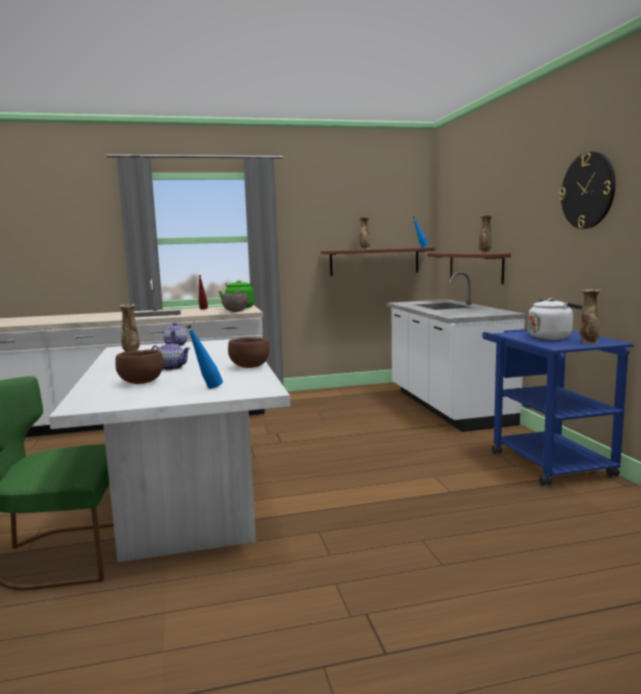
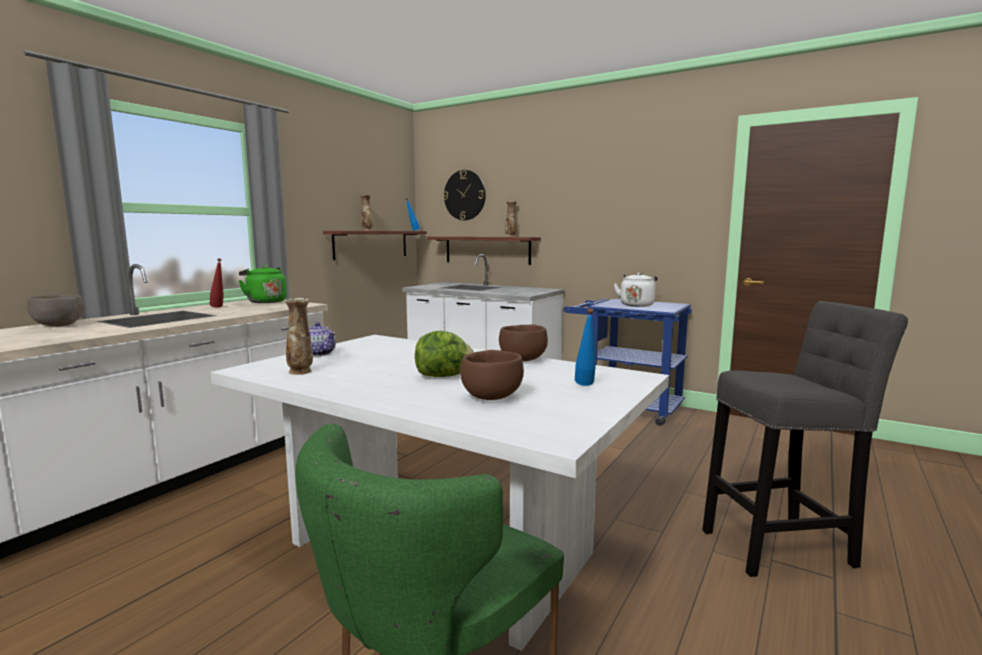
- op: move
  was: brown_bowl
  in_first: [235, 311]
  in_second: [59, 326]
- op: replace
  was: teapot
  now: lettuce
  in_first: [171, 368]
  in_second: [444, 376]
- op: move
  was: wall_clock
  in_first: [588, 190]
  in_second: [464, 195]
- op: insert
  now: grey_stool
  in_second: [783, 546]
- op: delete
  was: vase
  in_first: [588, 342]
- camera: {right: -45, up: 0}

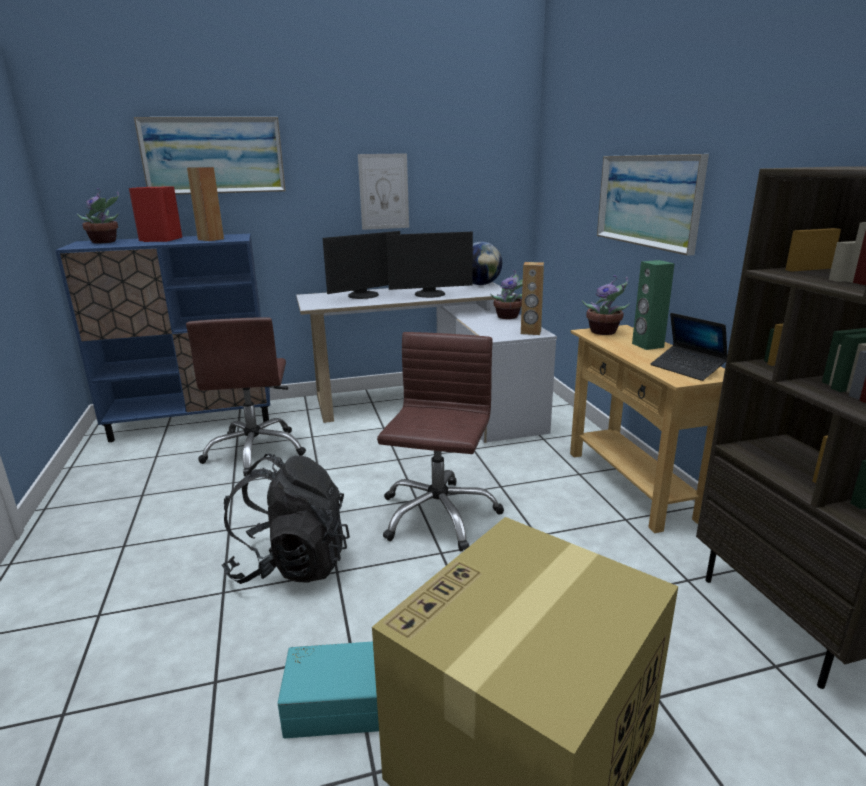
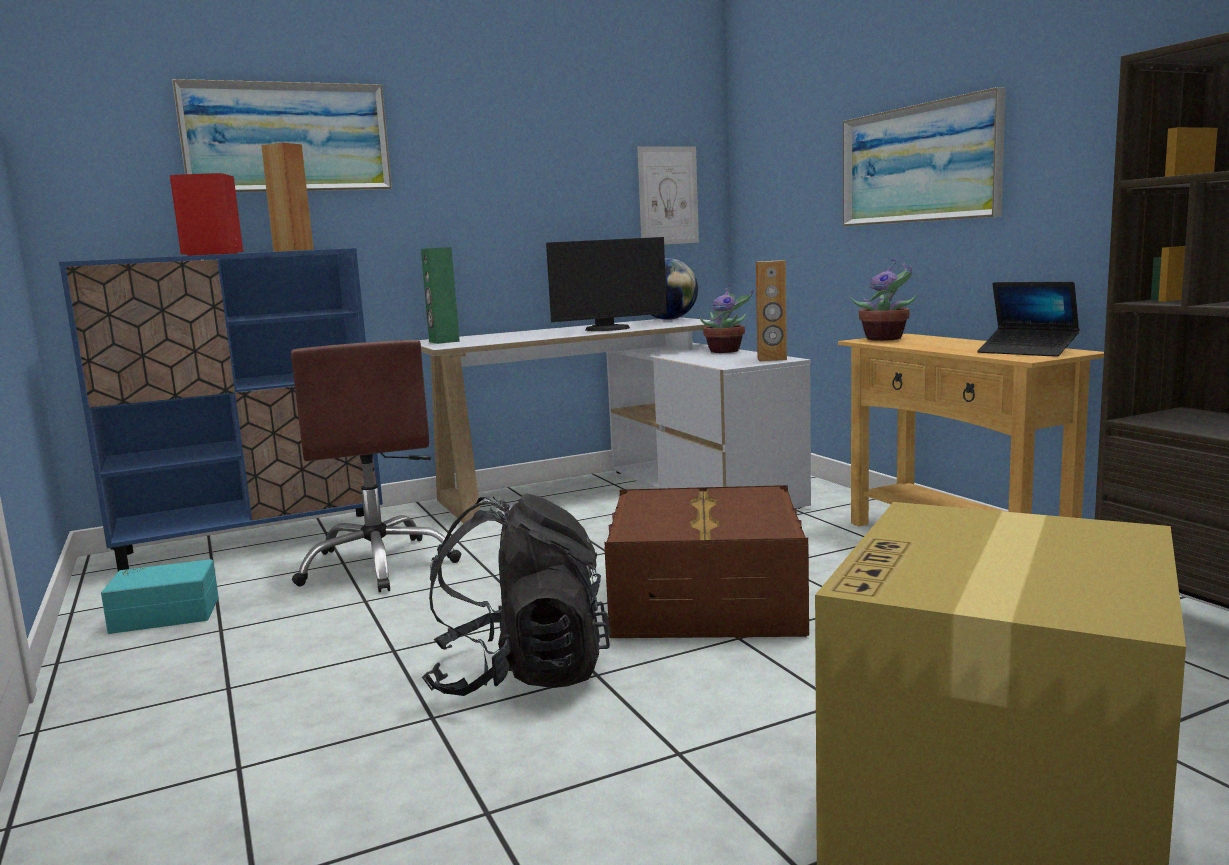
- op: move
  was: turquoise_storage_box
  in_first: [336, 701]
  in_second: [165, 614]
- op: move
  was: green_speaker
  in_first: [647, 345]
  in_second: [443, 341]
- op: replace
  was: brown_office_chair
  now: brown_storage_box
  in_first: [438, 515]
  in_second: [707, 601]
- op: move
  was: picture
  in_first: [384, 192]
  in_second: [668, 195]
- op: delete
  was: potted_plant
  in_first: [105, 242]
- op: delete
  was: monitor
  in_first: [364, 296]
- camera: {right: -10, up: -10}

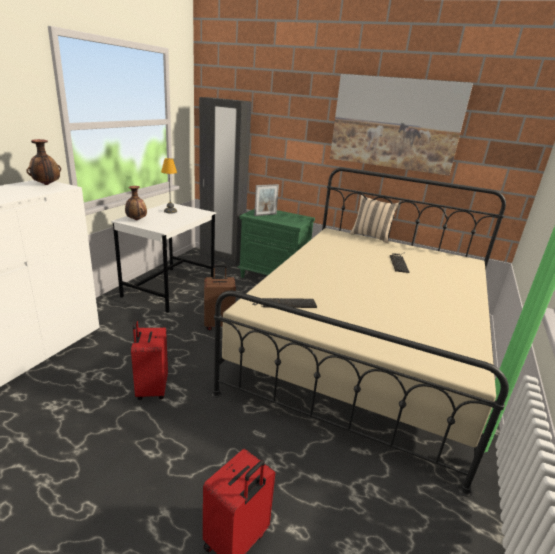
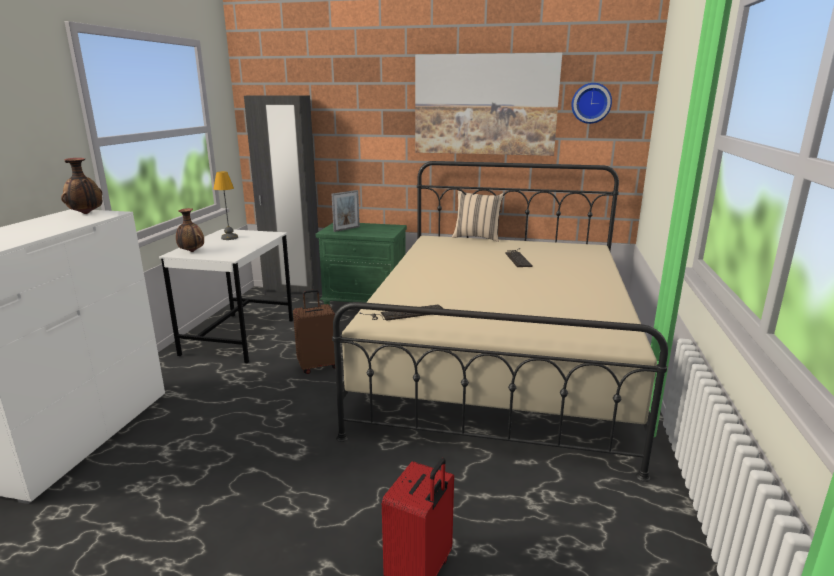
- op: insert
  now: wall_clock
  in_second: [591, 103]
- op: delete
  was: red_suitcase
  in_first: [151, 389]
- camera: {right: -10, up: -5}

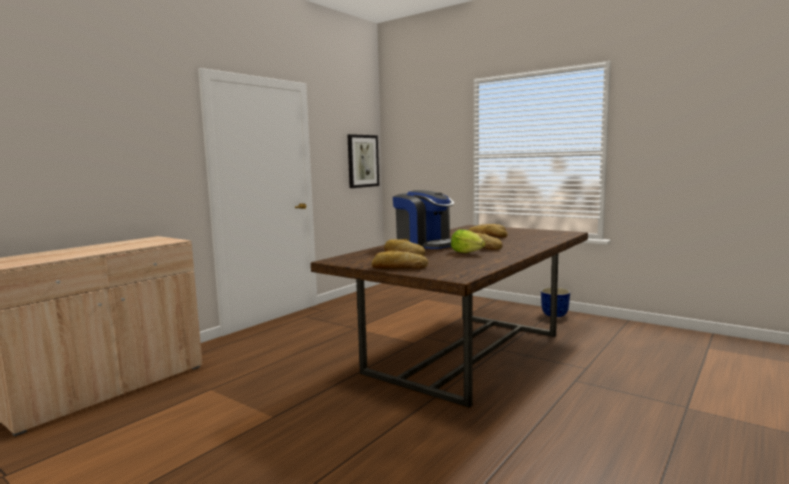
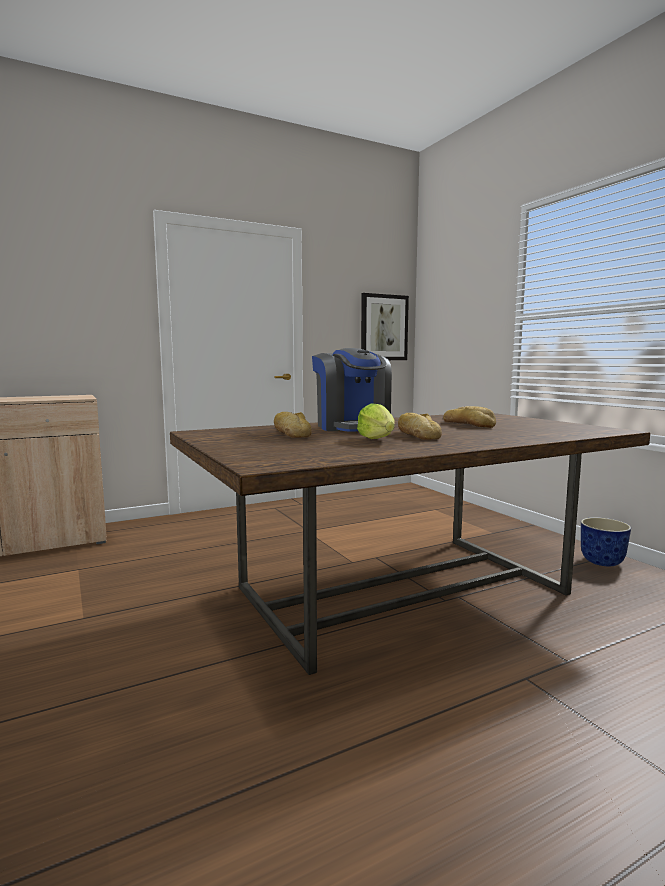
- op: delete
  was: bread
  in_first: [399, 267]
- camera: {right: 25, up: 0}

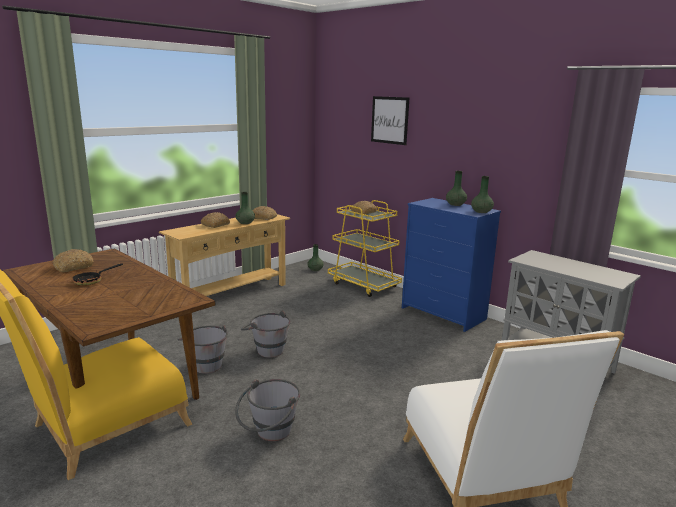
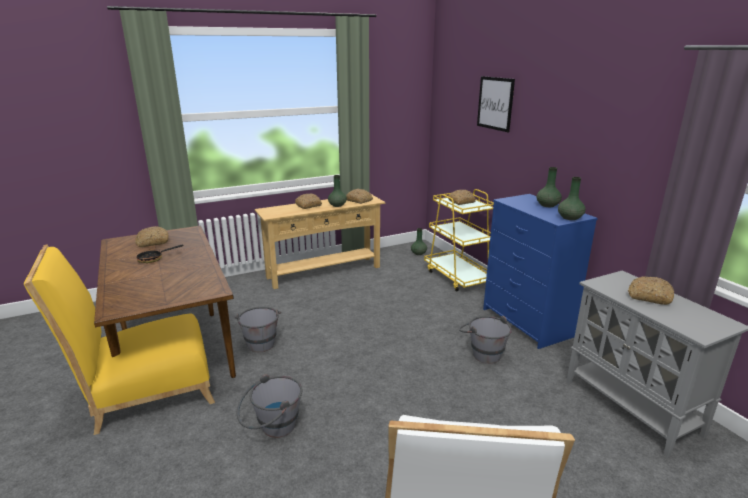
- op: move
  was: grey_bucket
  in_first: [266, 349]
  in_second: [482, 352]
- op: insert
  now: bread
  in_second: [649, 296]
- camera: {right: 20, up: 5}

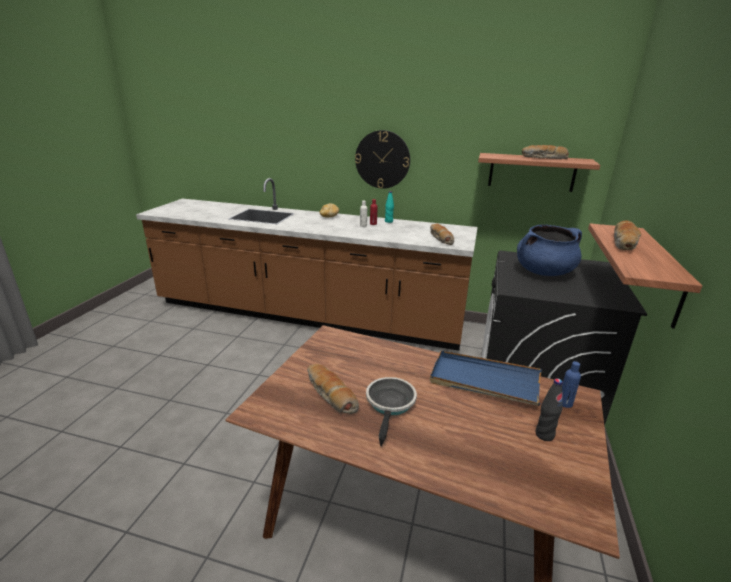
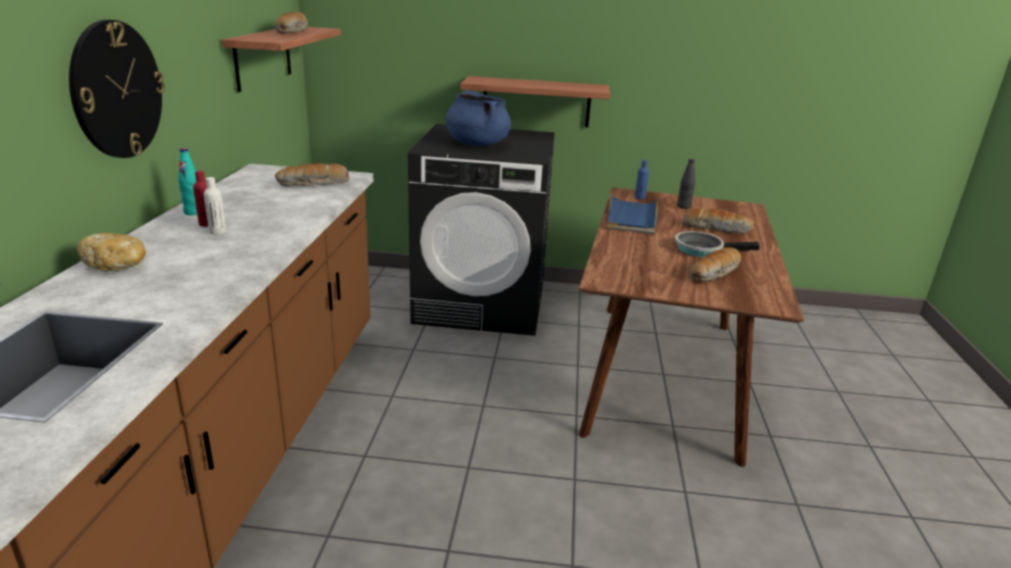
- op: move
  was: bread
  in_first: [624, 243]
  in_second: [716, 228]
- camera: {right: -100, up: 0}

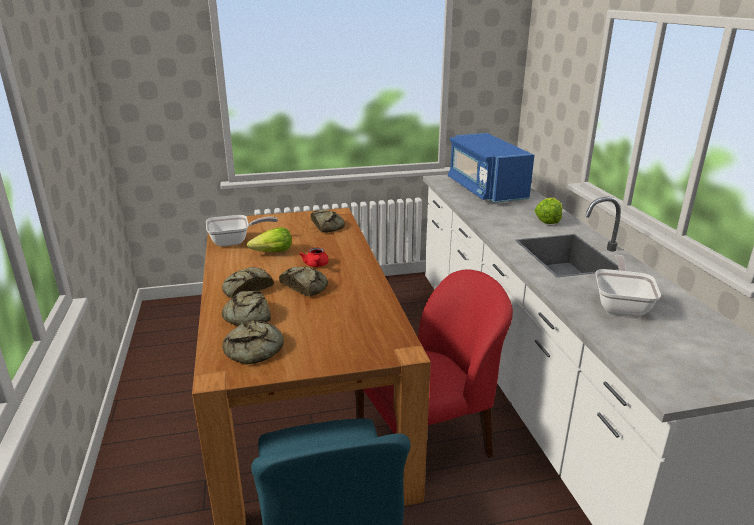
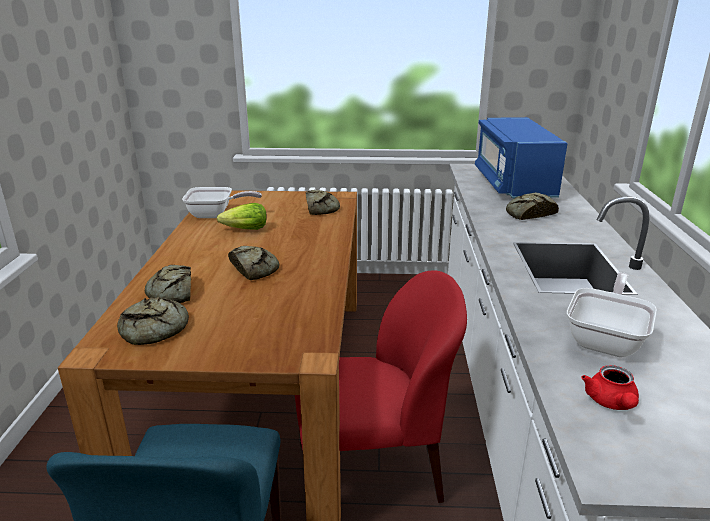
- op: move
  was: bread
  in_first: [246, 288]
  in_second: [529, 213]
- op: move
  was: red_teapot
  in_first: [316, 265]
  in_second: [611, 403]
- op: delete
  was: lettuce
  in_first: [548, 220]
- camera: {right: 15, up: 0}

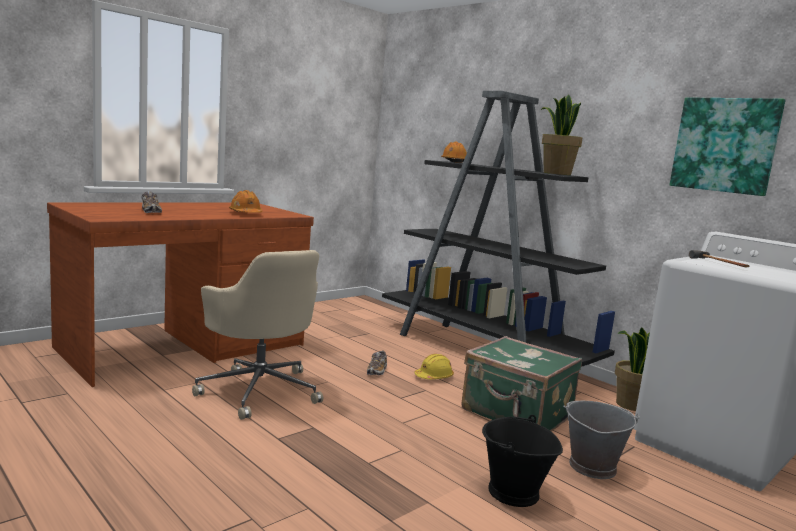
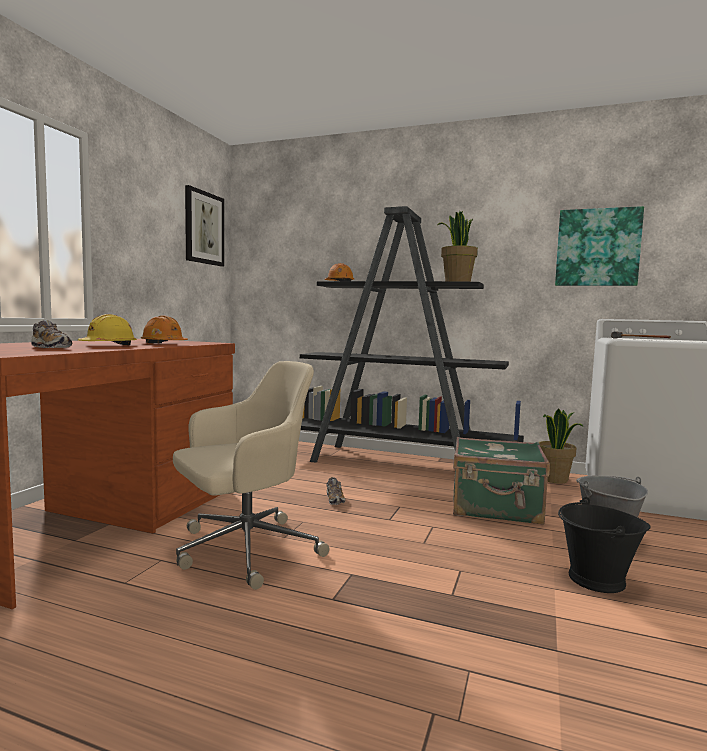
- op: move
  was: yellow_hard_hat
  in_first: [434, 377]
  in_second: [108, 346]
- op: rotate
  was: beige_office_chair
  in_first: [259, 390]
  in_second: [244, 550]
  clockwise: -60
- op: insert
  now: picture
  in_second: [204, 228]
- camera: {right: -25, up: -5}

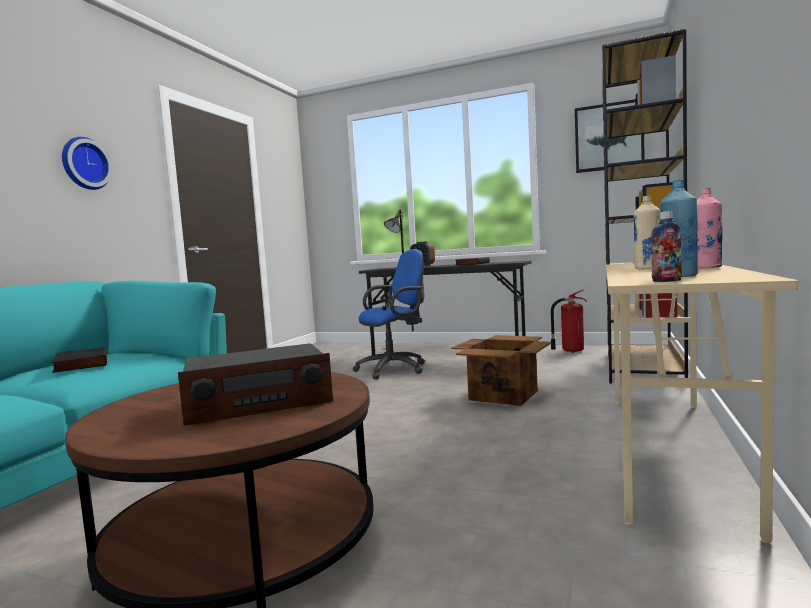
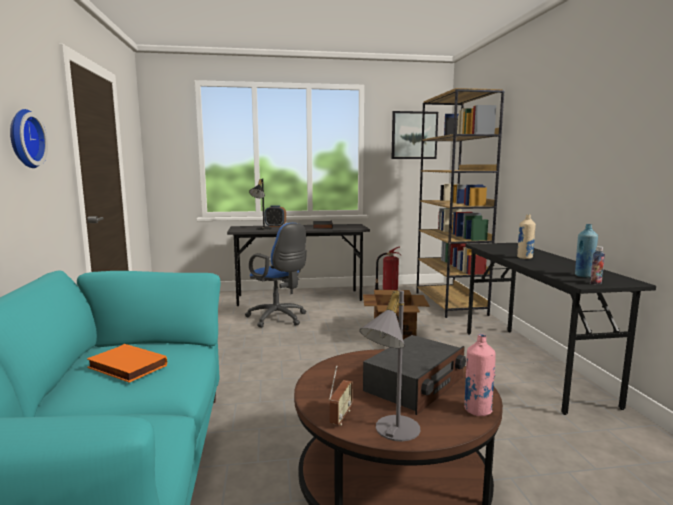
- op: recolor
  was: black_book
  now: orange_book
  in_first: [79, 364]
  in_second: [125, 367]
- op: rotate
  was: blue_office_chair
  in_first: [395, 369]
  in_second: [279, 319]
  clockwise: 105
- op: insert
  now: radio
  in_second: [341, 417]
- op: insert
  now: grey_table_lamp
  in_second: [391, 431]
- op: move
  was: pink_bottle
  in_first: [706, 268]
  in_second: [477, 410]
- op: recolor
  was: beige_desk
  now: black_desk
  in_first: [670, 451]
  in_second: [532, 365]
- camera: {right: -30, up: 5}

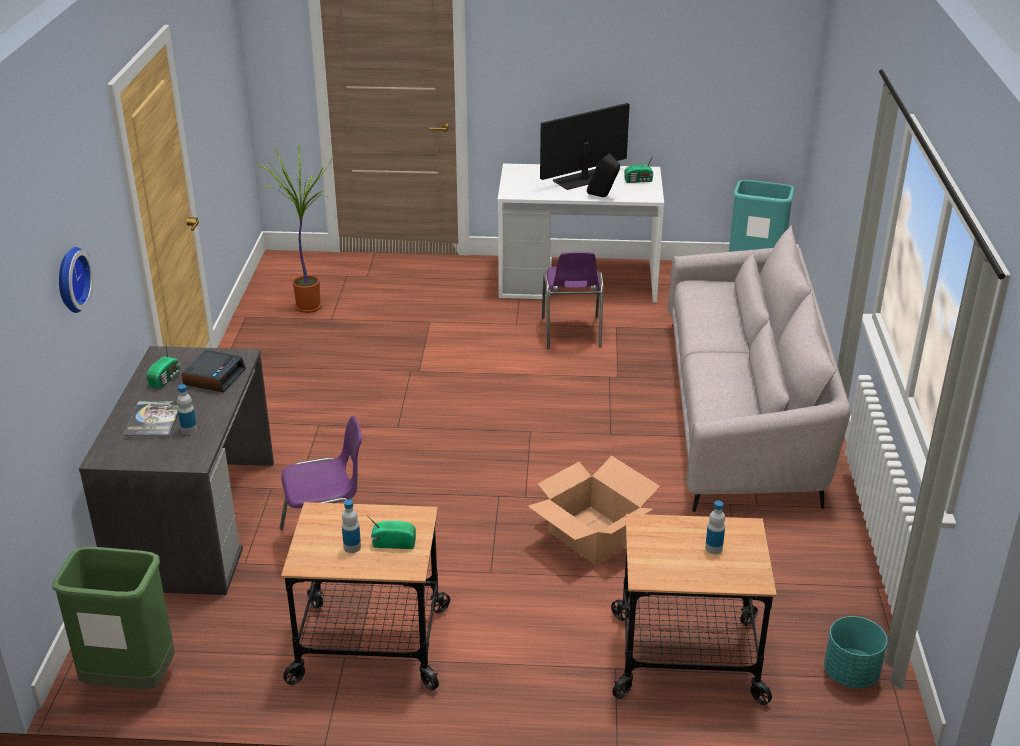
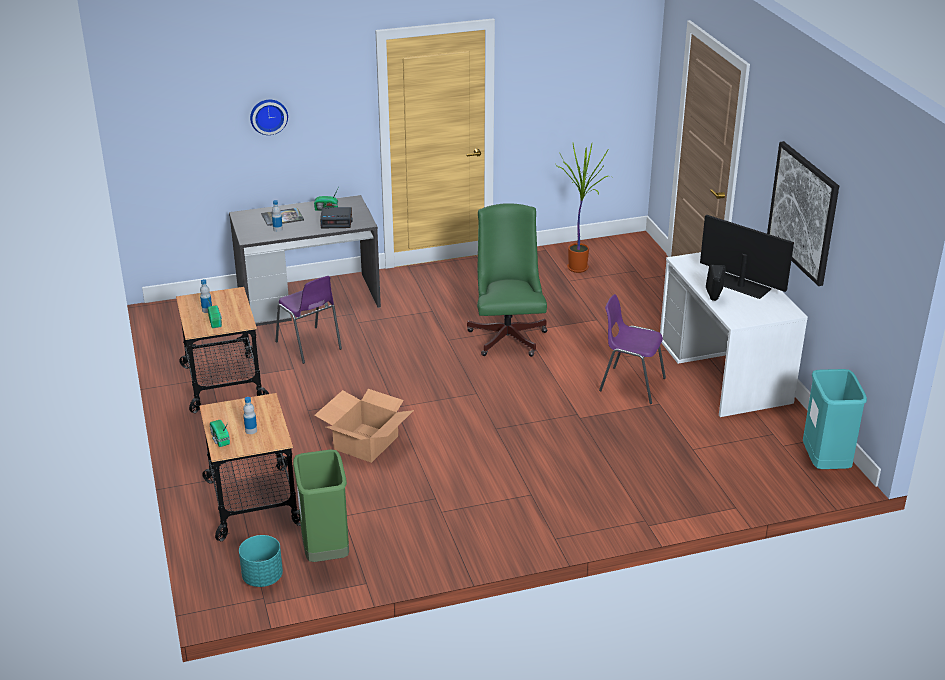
- op: move
  was: radio
  in_first: [639, 181]
  in_second: [219, 439]
- op: move
  was: green_trash_can
  in_first: [130, 681]
  in_second: [325, 552]
- op: insert
  now: green_office_chair
  in_second: [508, 335]
- op: rotate
  was: purple_chair
  in_first: [571, 333]
  in_second: [630, 384]
  clockwise: 45
- op: insert
  now: picture
  in_second: [803, 212]
- op: delete
  was: grey_sofa
  in_first: [743, 410]
- camera: {right: 70, up: 0}

